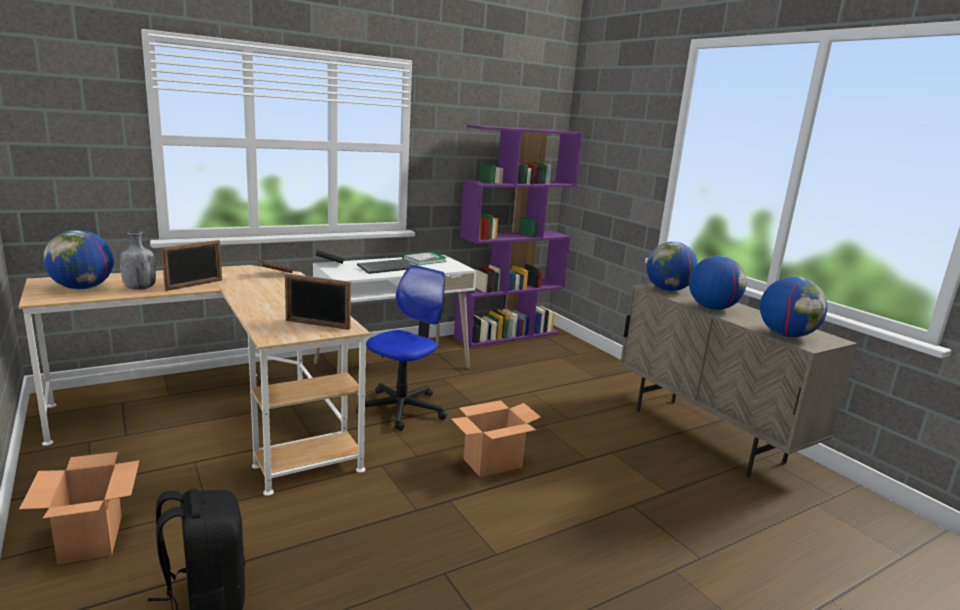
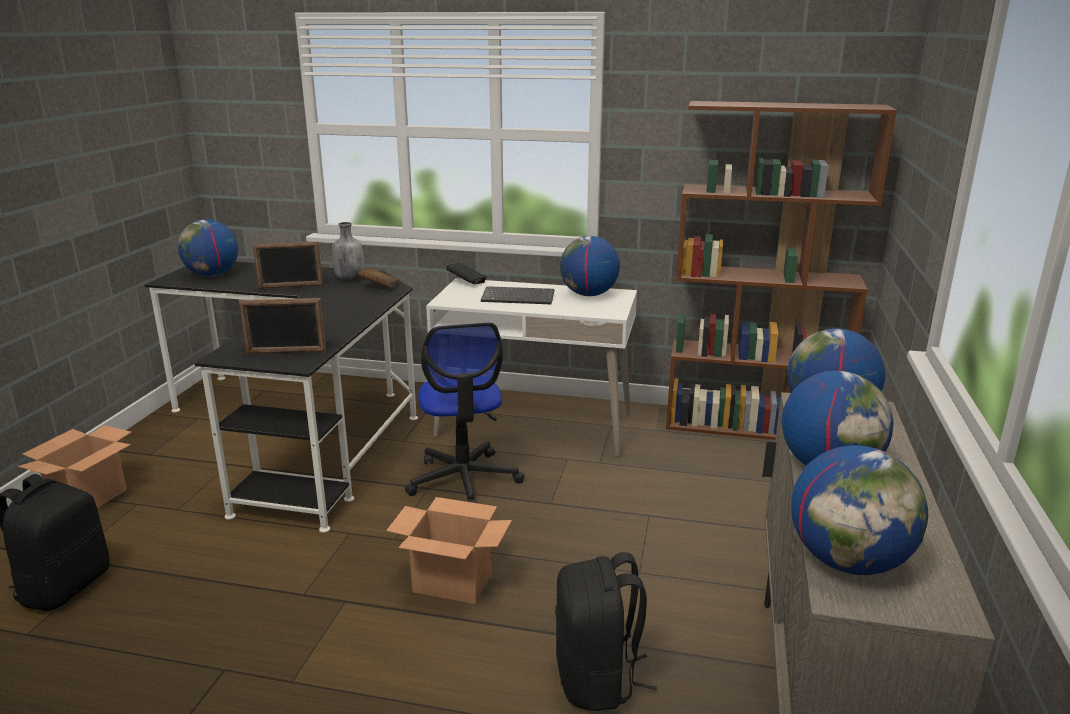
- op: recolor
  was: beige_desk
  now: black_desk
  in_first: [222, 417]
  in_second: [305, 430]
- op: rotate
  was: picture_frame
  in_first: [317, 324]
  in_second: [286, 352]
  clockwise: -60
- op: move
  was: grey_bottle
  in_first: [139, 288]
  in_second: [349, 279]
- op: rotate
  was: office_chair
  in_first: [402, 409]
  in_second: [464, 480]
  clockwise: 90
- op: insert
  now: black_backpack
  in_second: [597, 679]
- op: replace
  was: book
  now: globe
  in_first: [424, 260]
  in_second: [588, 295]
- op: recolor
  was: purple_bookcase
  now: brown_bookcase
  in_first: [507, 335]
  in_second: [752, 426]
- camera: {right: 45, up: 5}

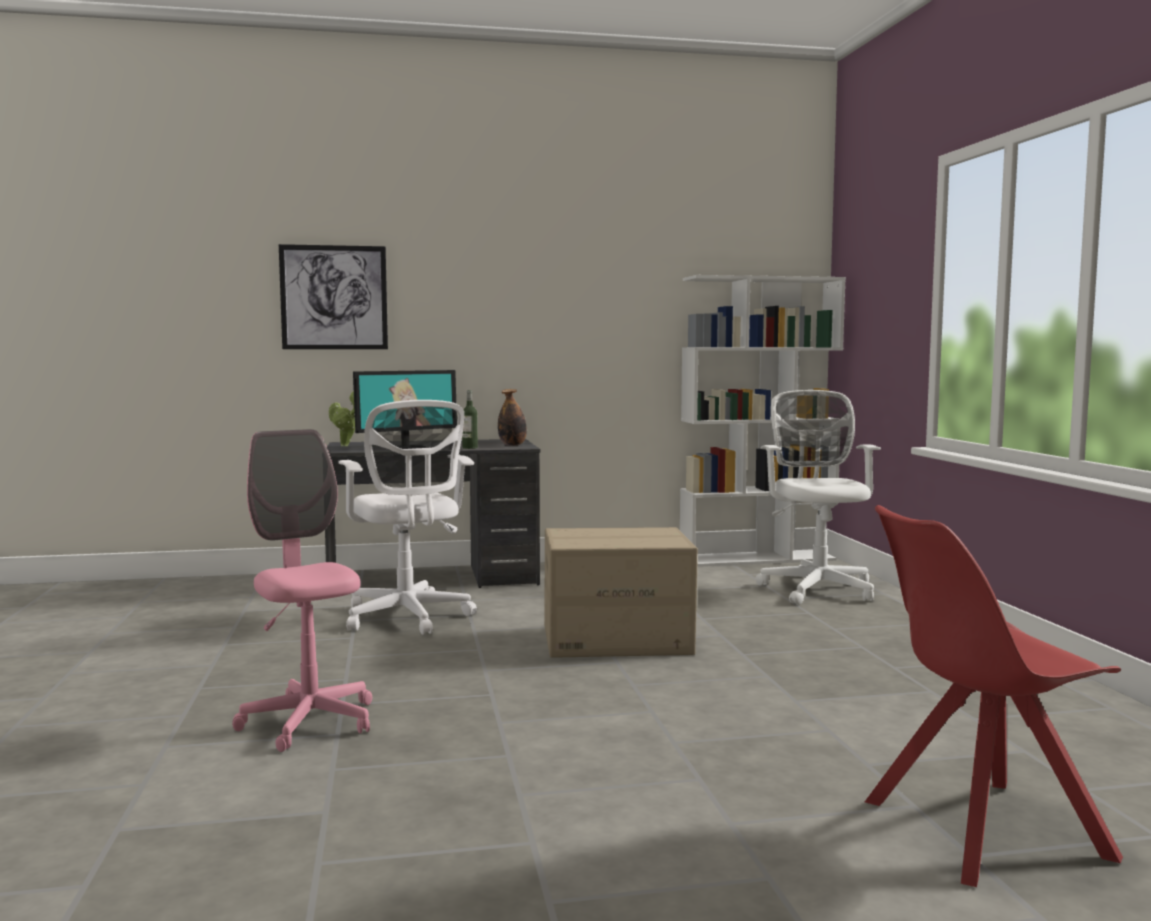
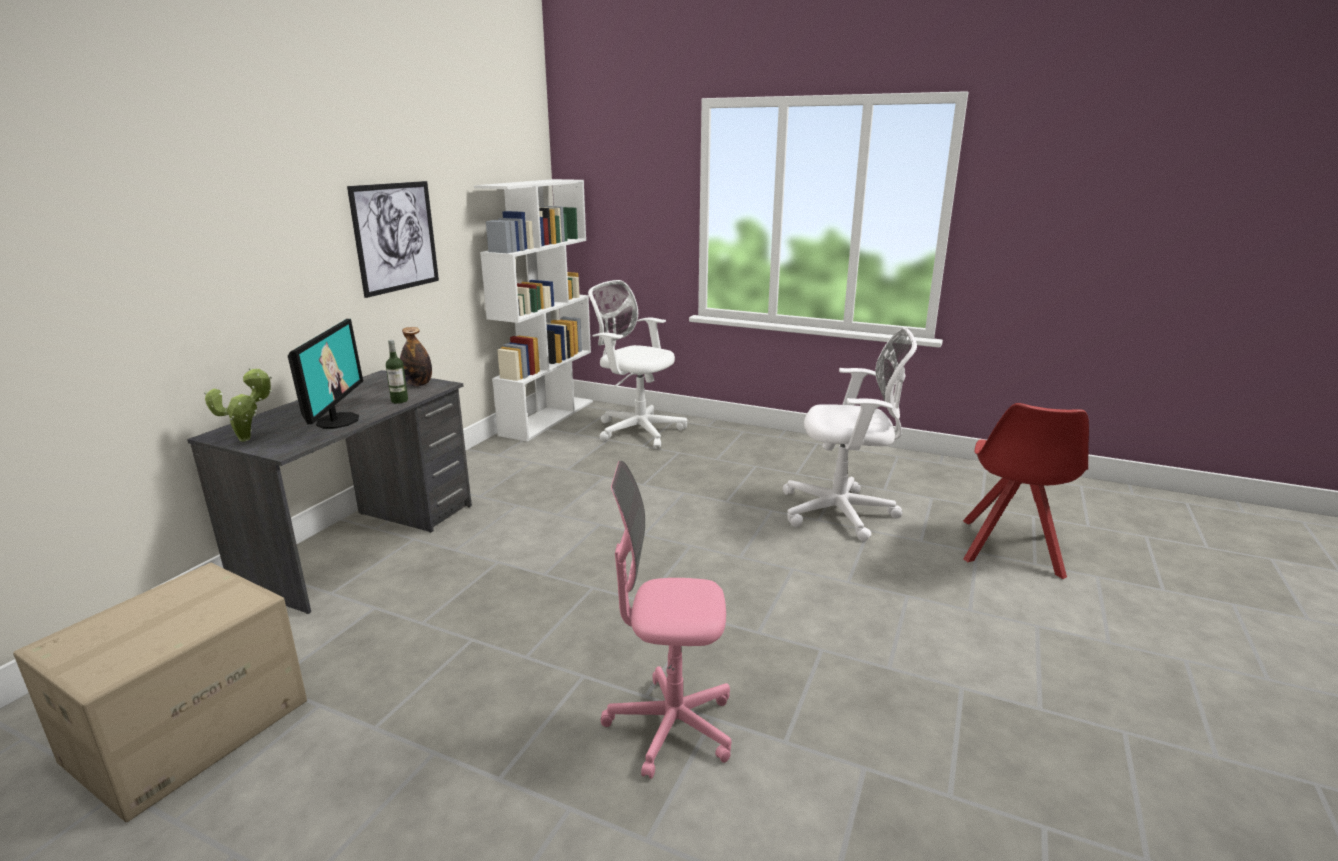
- op: move
  was: cardboard_box
  in_first: [616, 640]
  in_second: [189, 729]
- op: move
  was: picture
  in_first: [334, 297]
  in_second: [396, 237]
- op: move
  was: white_office_chair
  in_first: [408, 618]
  in_second: [843, 513]
- camera: {right: -55, up: 15}

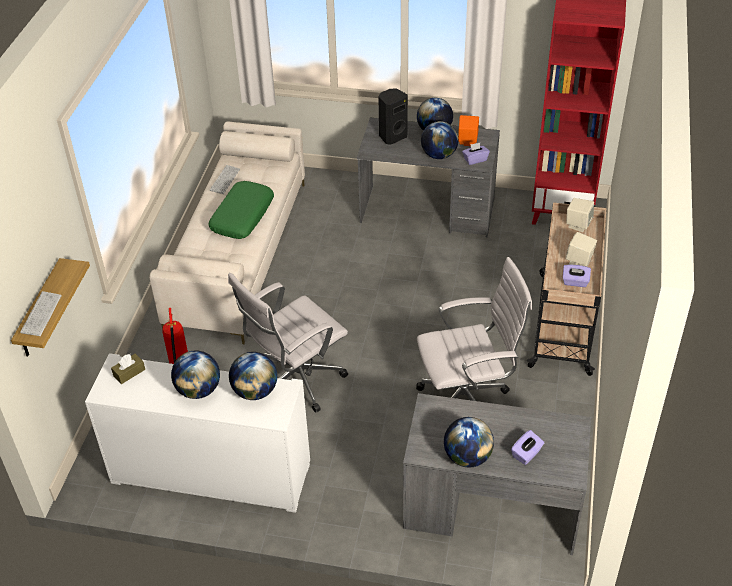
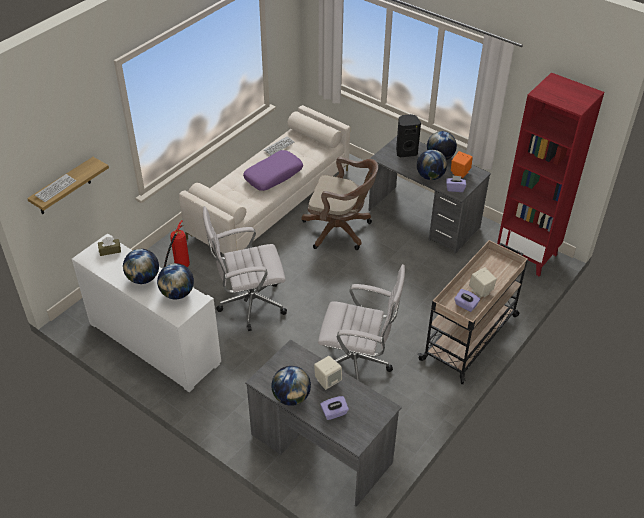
- op: recolor
  was: green_pillow
  now: purple_pillow
  in_first: [242, 216]
  in_second: [273, 175]
- op: insert
  now: brown_office_chair
  in_second: [340, 230]
- op: move
  was: beige_speaker
  in_first: [578, 224]
  in_second: [327, 380]
- camera: {right: 25, up: 0}

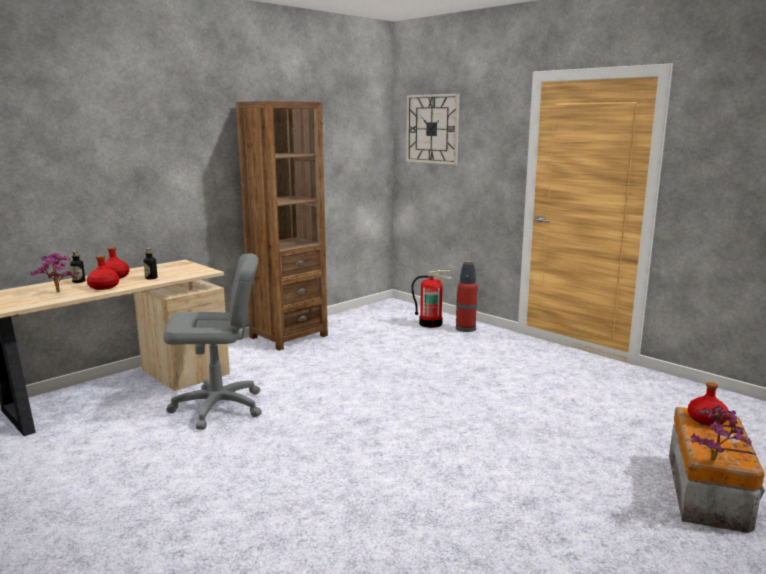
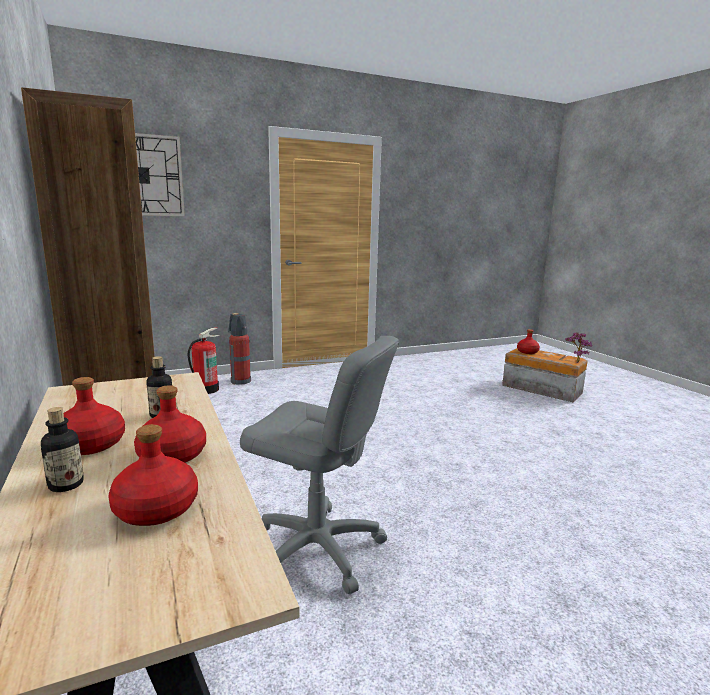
- op: replace
  was: potted_plant
  now: red_bottle
  in_first: [57, 293]
  in_second: [155, 509]
- op: rotate
  was: grey_office_chair
  in_first: [218, 407]
  in_second: [317, 549]
  clockwise: 105
- camera: {right: -70, up: 0}

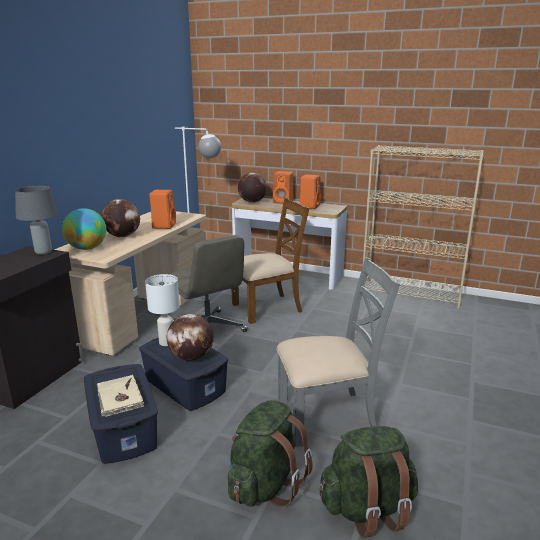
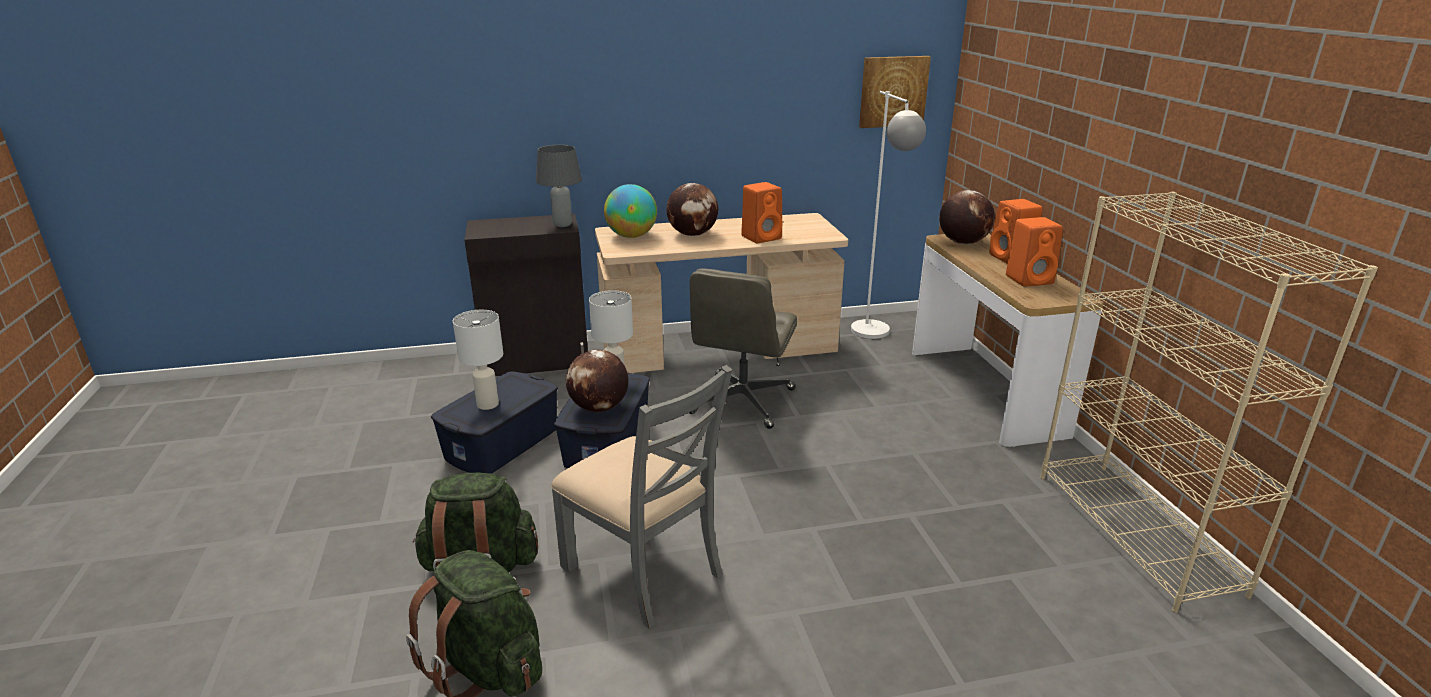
- op: replace
  was: beige_book
  now: white_table_lamp
  in_first: [119, 398]
  in_second: [487, 404]
- op: insert
  now: picture
  in_second: [893, 91]
- op: delete
  was: brown_chair
  in_first: [268, 308]
- camera: {right: 55, up: 5}

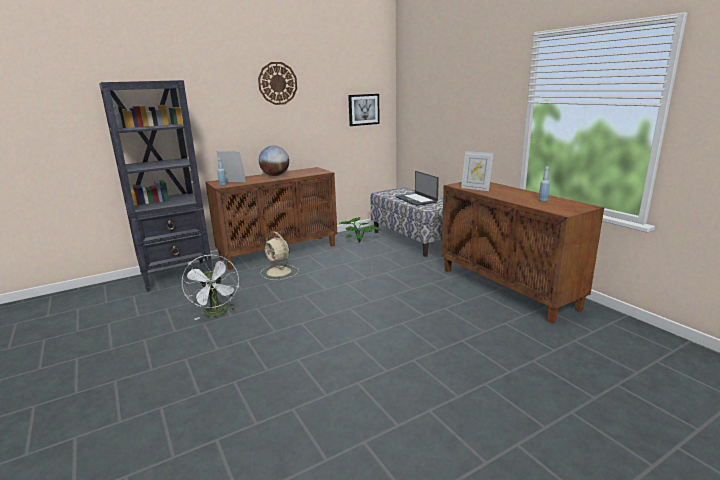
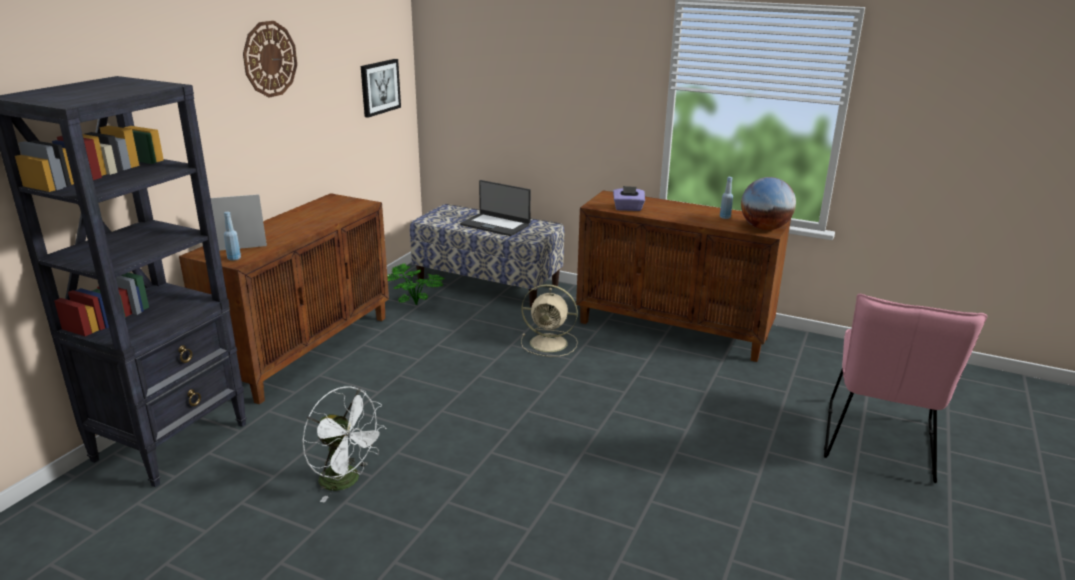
- op: move
  was: beige_fan
  in_first: [279, 272]
  in_second: [550, 343]
- op: replace
  was: picture_frame
  now: purple_tissue_box
  in_first: [475, 188]
  in_second: [628, 208]
- op: move
  was: globe
  in_first: [275, 175]
  in_second: [764, 228]
- op: insert
  now: pink_chair
  in_second: [878, 445]
- camera: {right: -35, up: 5}

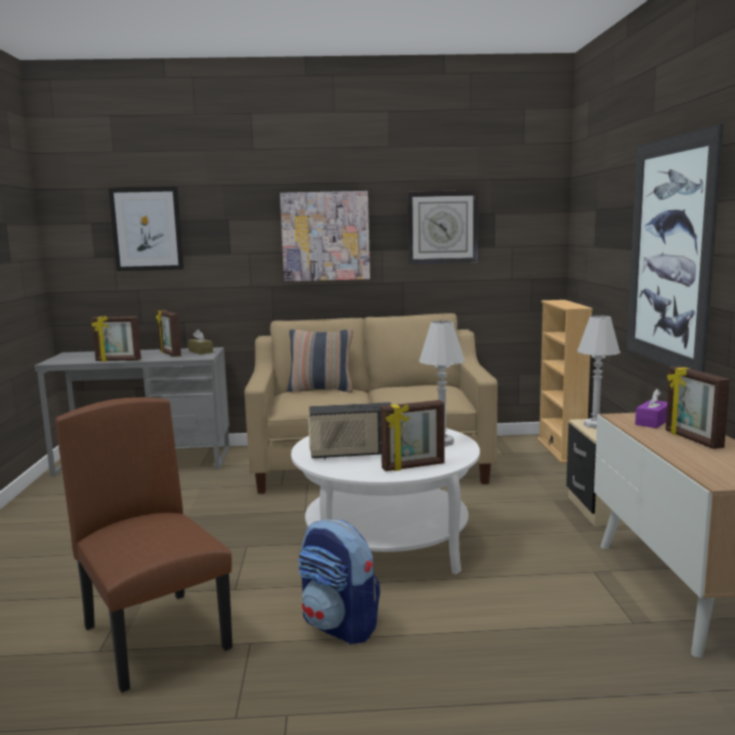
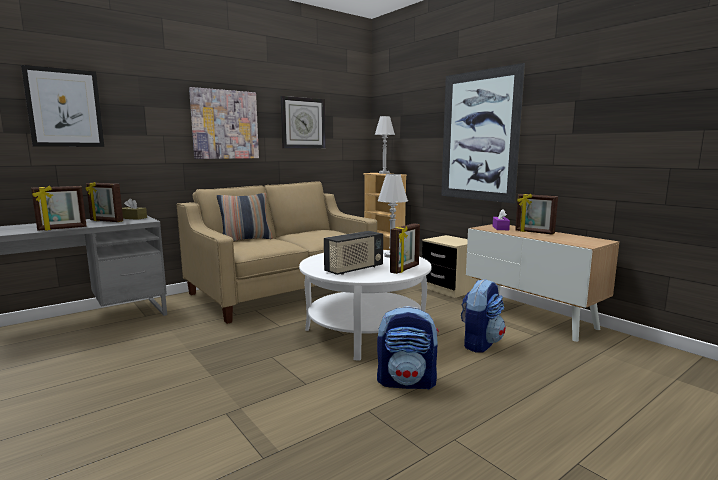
- op: move
  was: white_table_lamp
  in_first: [595, 425]
  in_second: [384, 173]
- op: insert
  now: backpack
  in_second: [480, 343]
- op: delete
  was: brown_chair
  in_first: [157, 637]
- camera: {right: -35, up: 0}

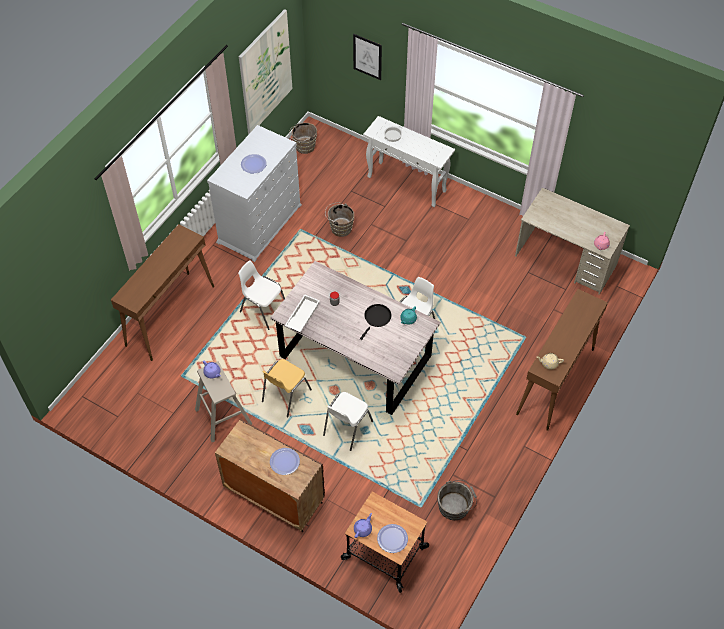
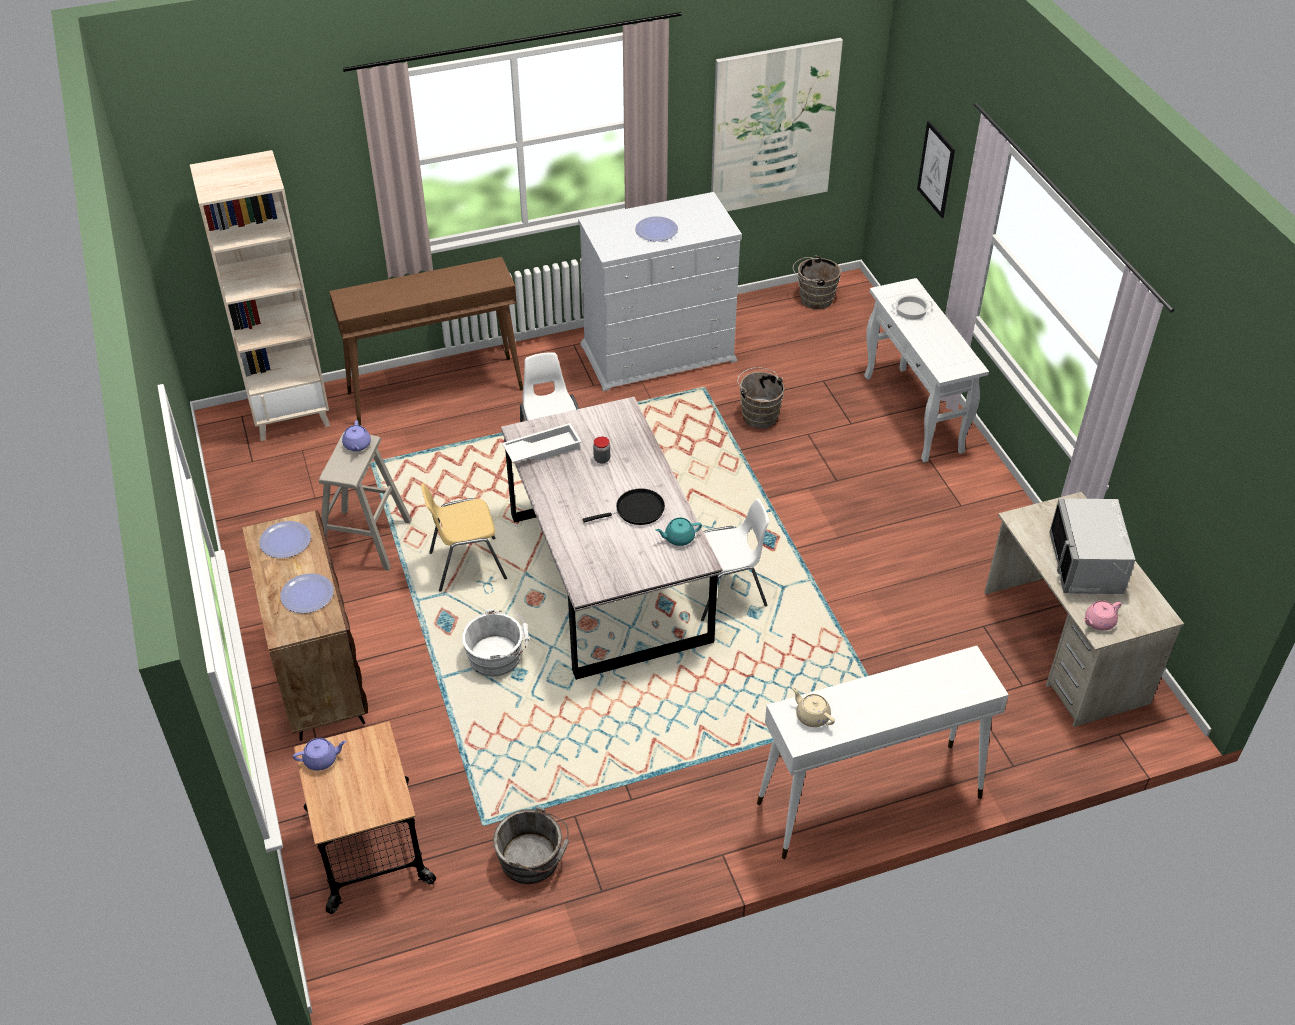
- op: insert
  now: beige_bookcase
  in_second: [291, 414]
- op: move
  was: plate
  in_first: [392, 538]
  in_second: [285, 540]
- op: replace
  was: white_chair
  now: white_bucket
  in_first: [347, 428]
  in_second: [498, 656]
- op: recolor
  was: brown_console_table
  now: white_console_table
  in_first: [555, 382]
  in_second: [868, 800]
- op: insert
  now: grey_microwave
  in_second: [1087, 564]
- camera: {right: 40, up: -10}

